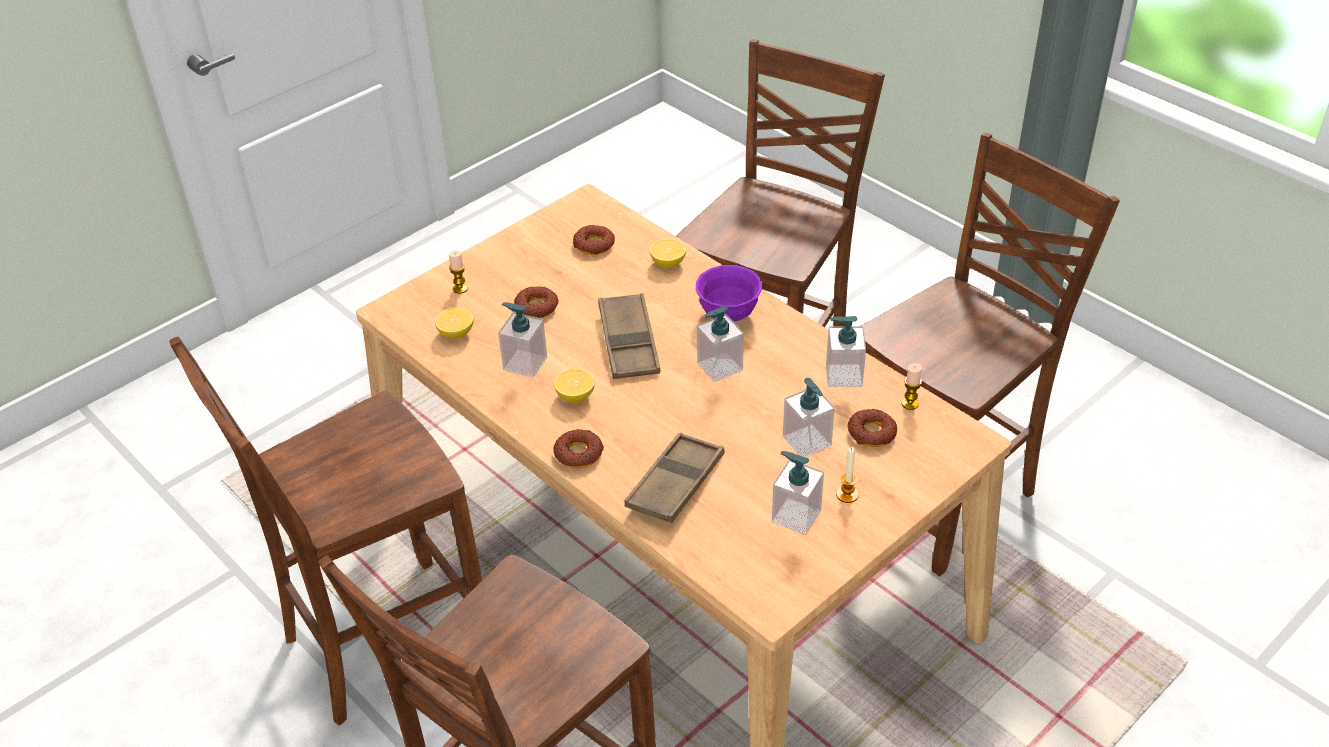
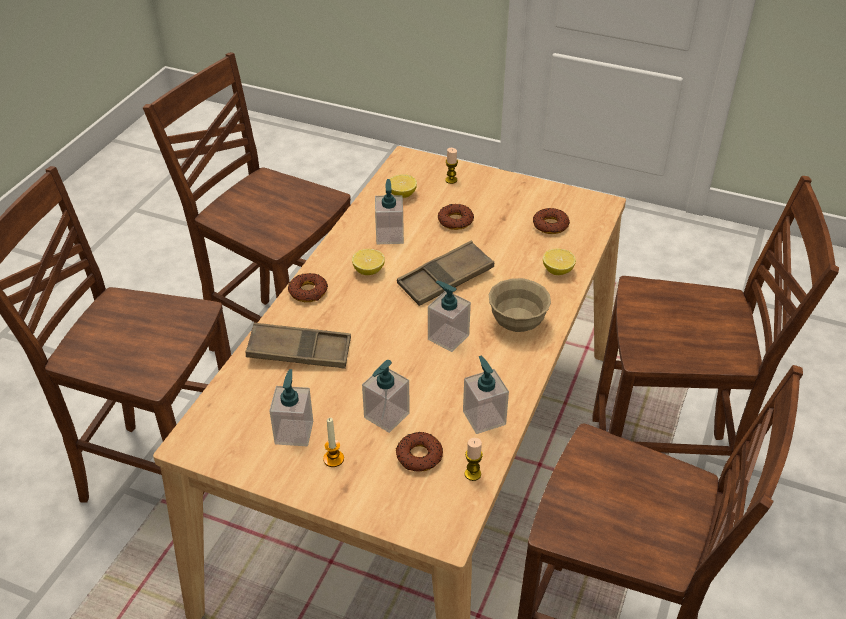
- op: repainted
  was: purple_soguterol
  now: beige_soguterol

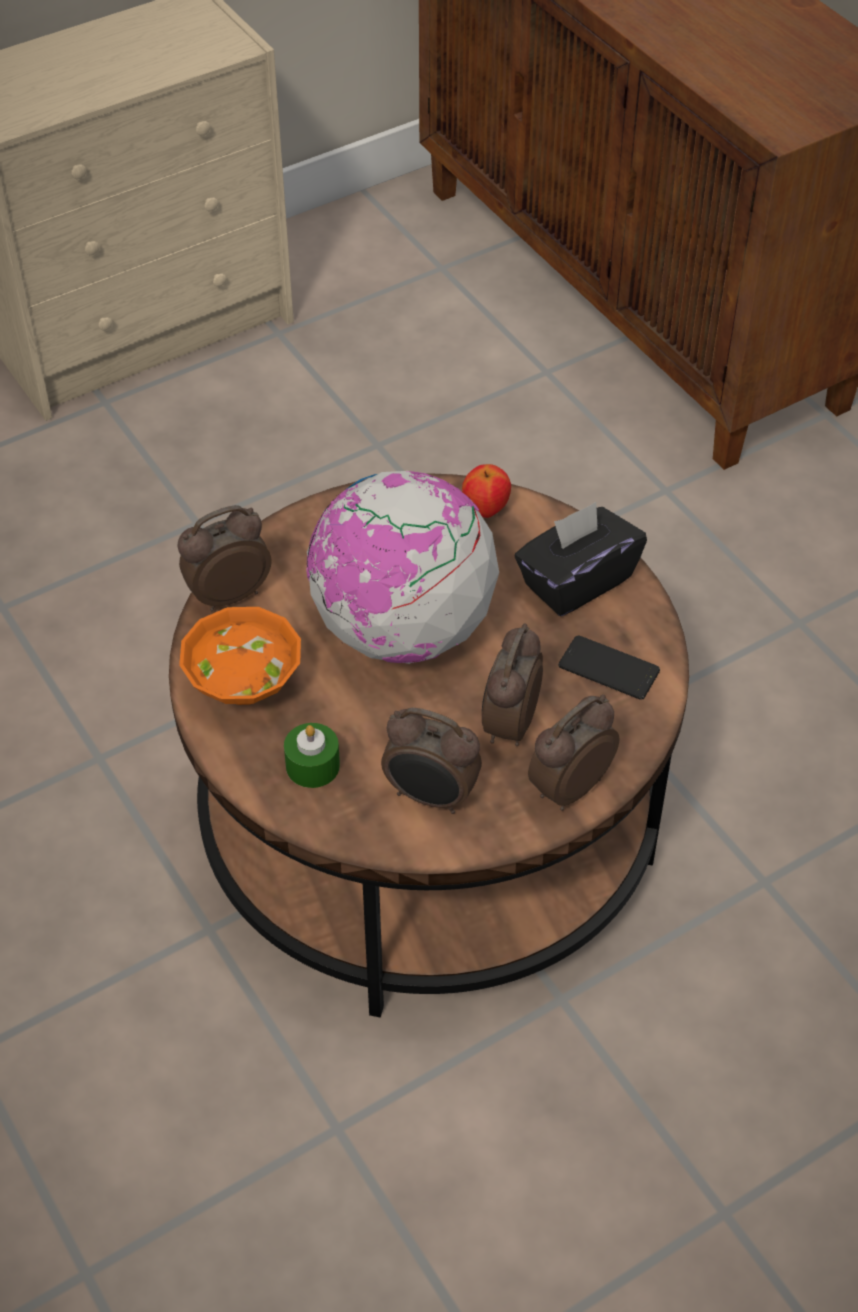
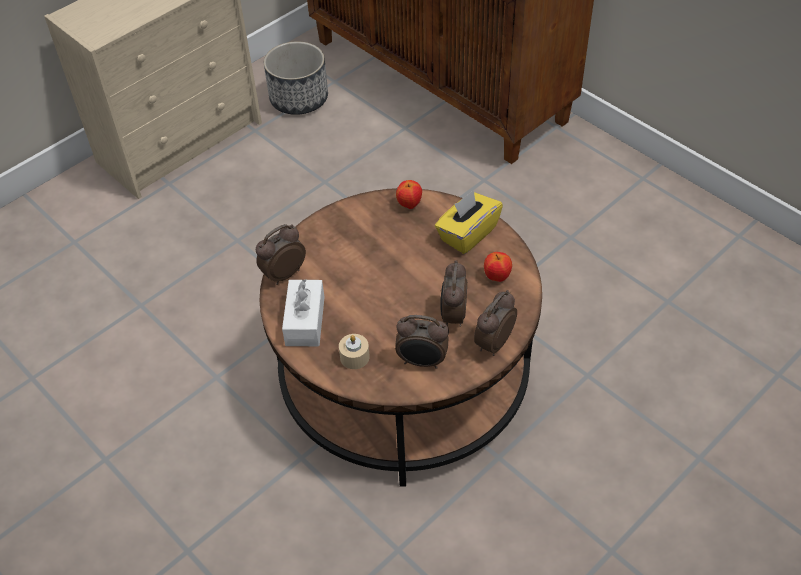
- op: gone
  was: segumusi
- op: new
  now: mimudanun
- op: swapped
  was: orange_soguterol
  now: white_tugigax
- op: swapped
  was: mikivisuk
  now: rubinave (no. 2 from left)
- op: repainted
  was: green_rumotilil
  now: beige_rumotilil
- op: repainted
  was: black_tugigax
  now: yellow_tugigax

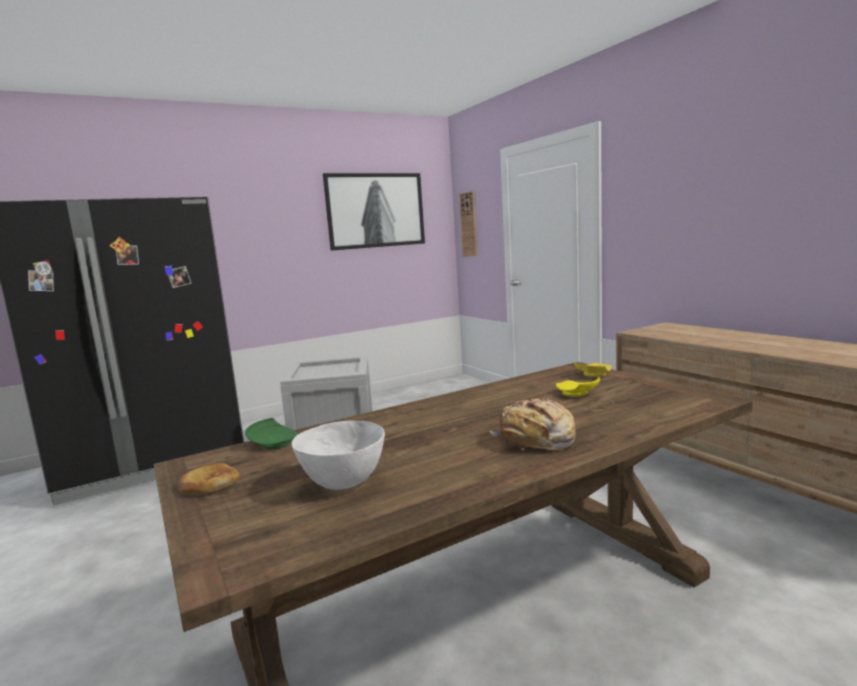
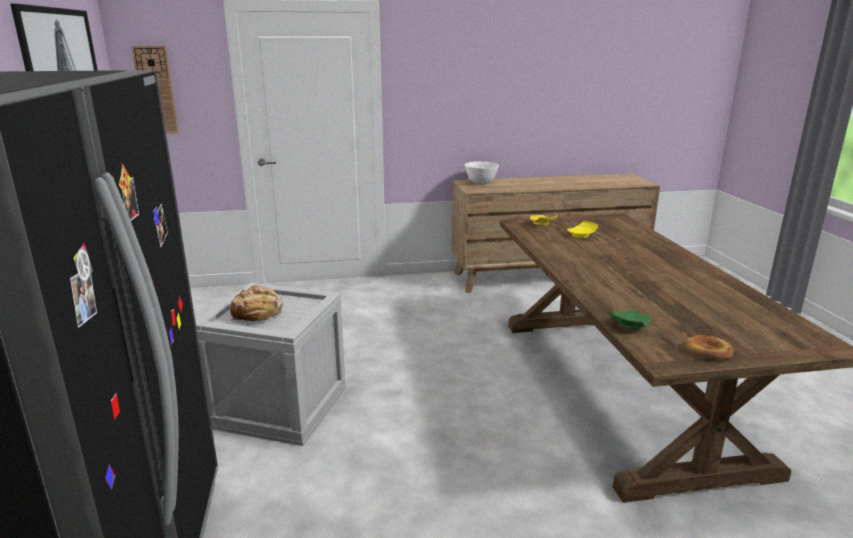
- op: shifted
  was: white_soguterol
- op: shifted
  was: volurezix (no. 2 from left in the first image)
  now: volurezix (no. 1 from left)

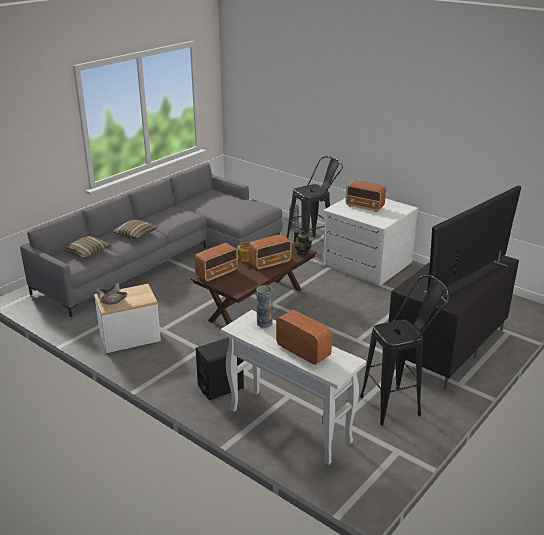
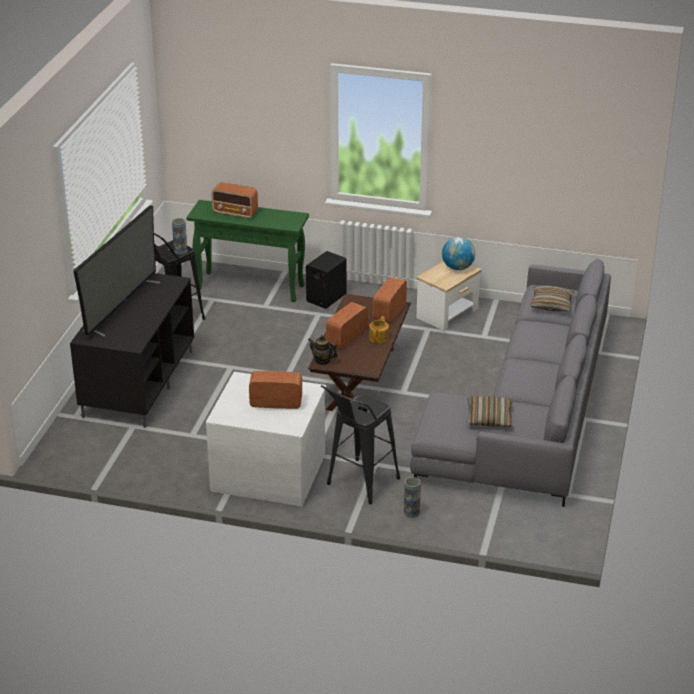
- op: shifted
  was: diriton (no. 2 from left in the first image)
  now: diriton (no. 1 from left)
- op: shifted
  was: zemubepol (no. 1 from left)
- op: swapped
  was: beige_soguterol
  now: segumusi
- op: repainted
  was: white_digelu
  now: green_digelu

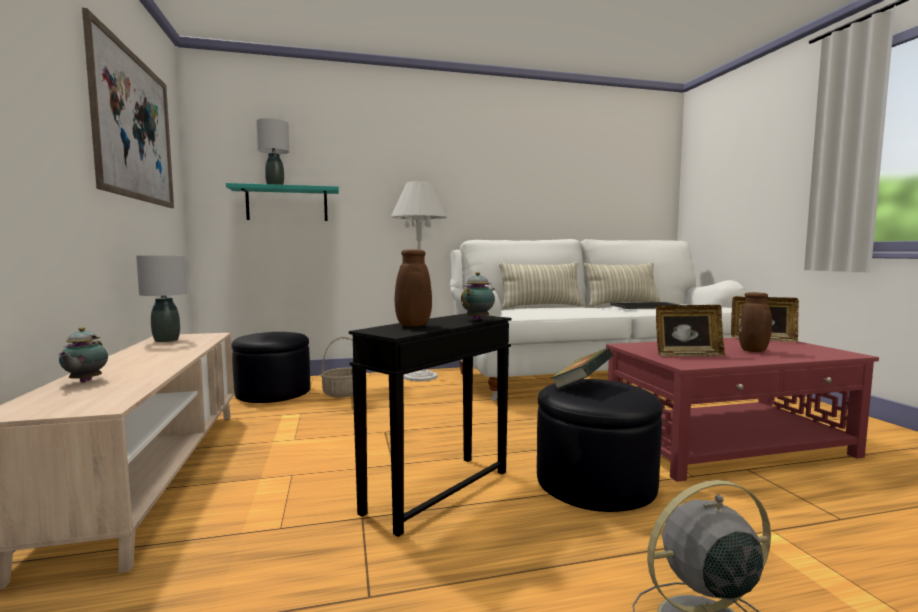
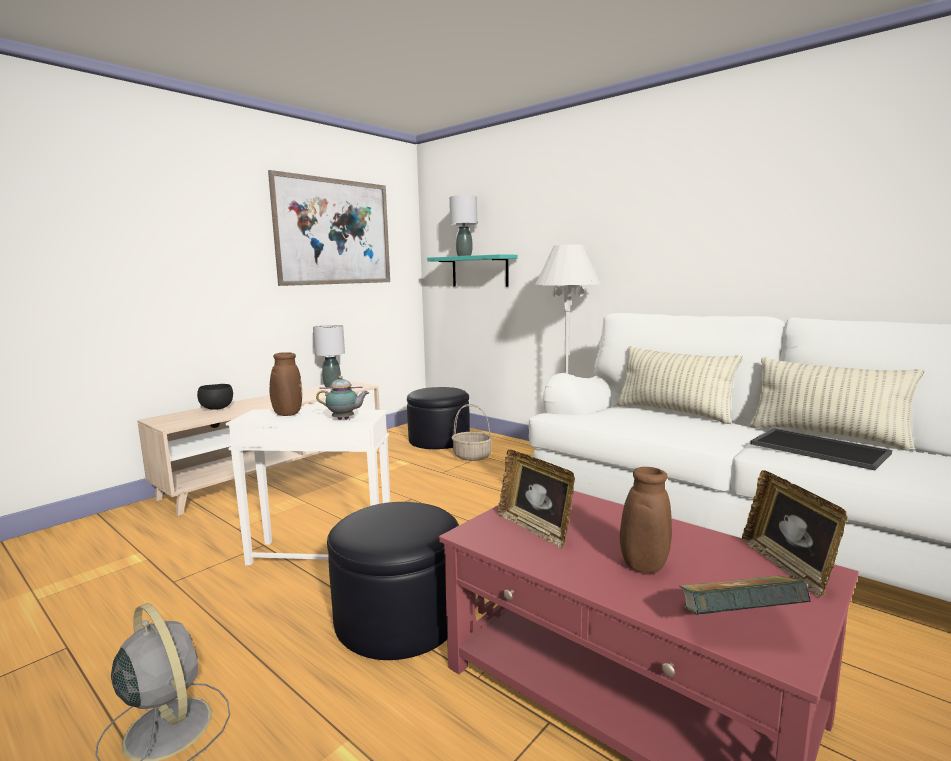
- op: shifted
  was: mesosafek
- op: swapped
  was: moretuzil (no. 1 from left)
  now: black_soguterol
- op: repainted
  was: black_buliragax
  now: white_buliragax

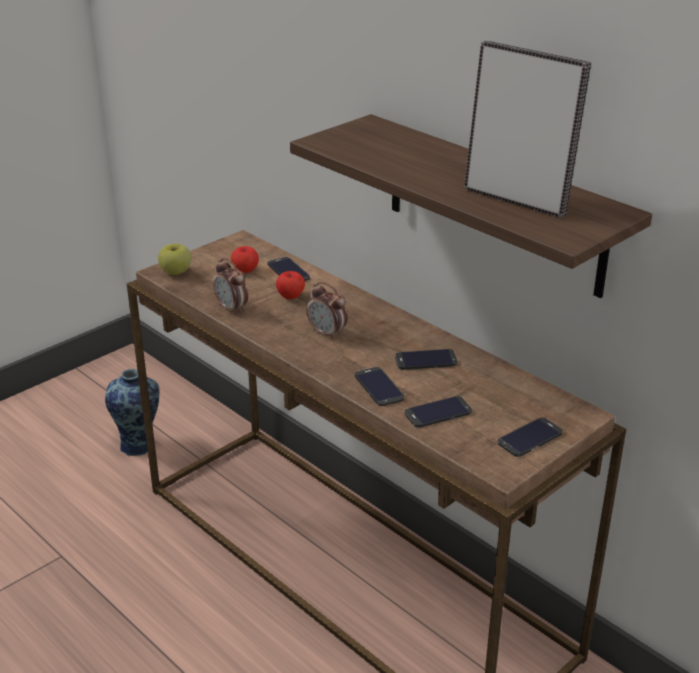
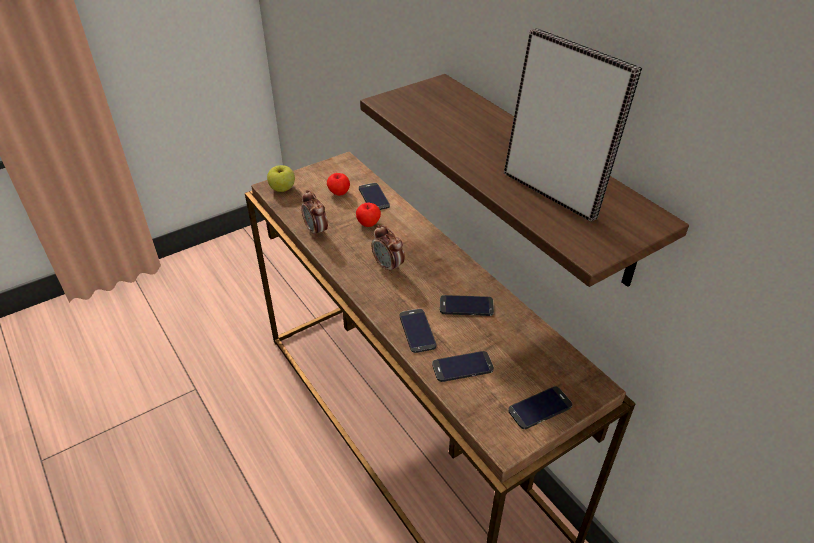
- op: gone
  was: zemubepol

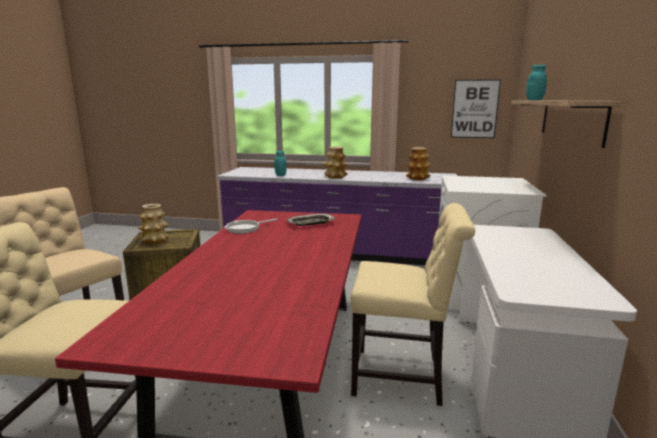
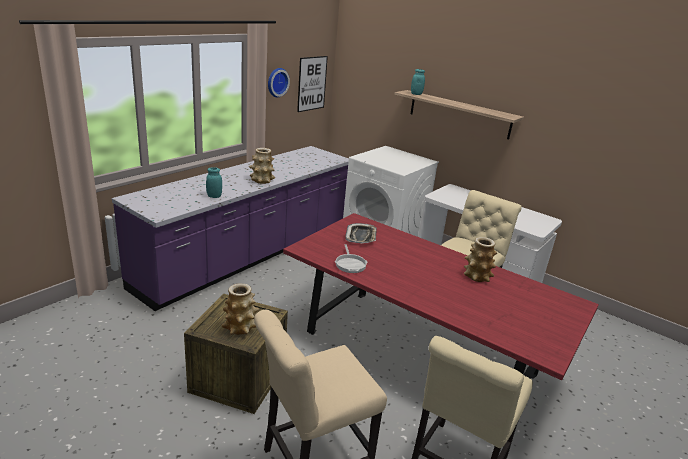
- op: new
  now: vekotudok
- op: shifted
  was: zemubepol (no. 3 from left)

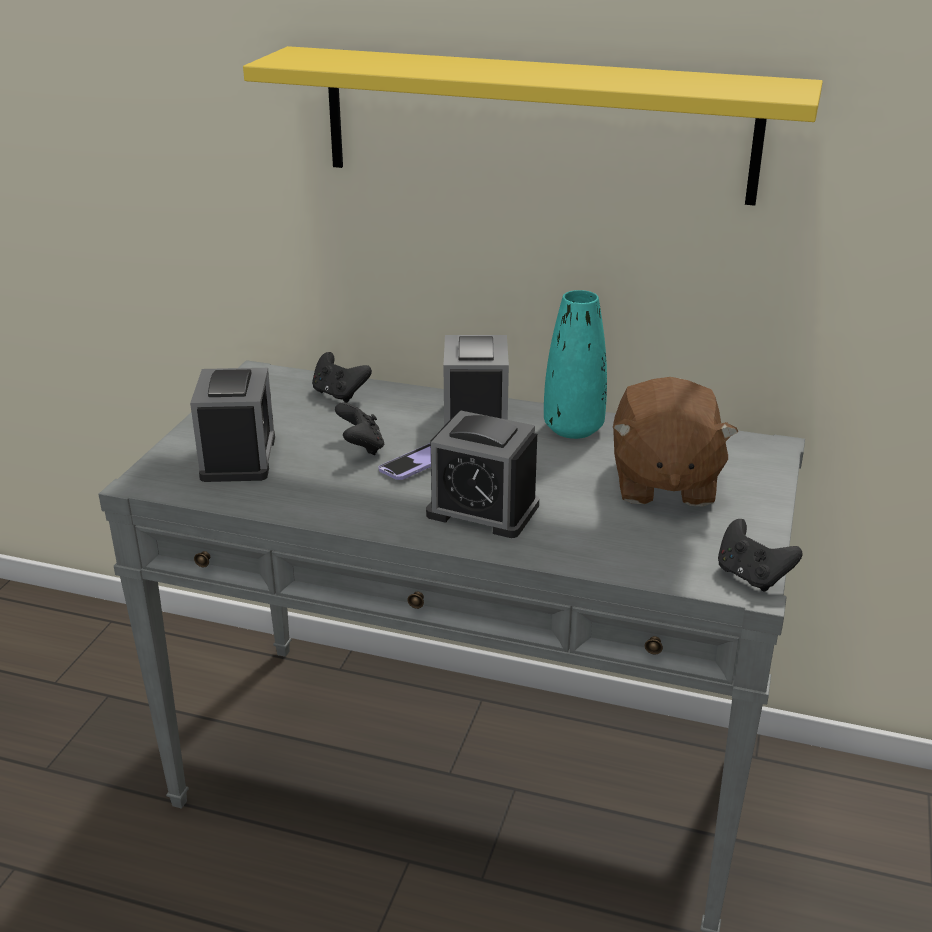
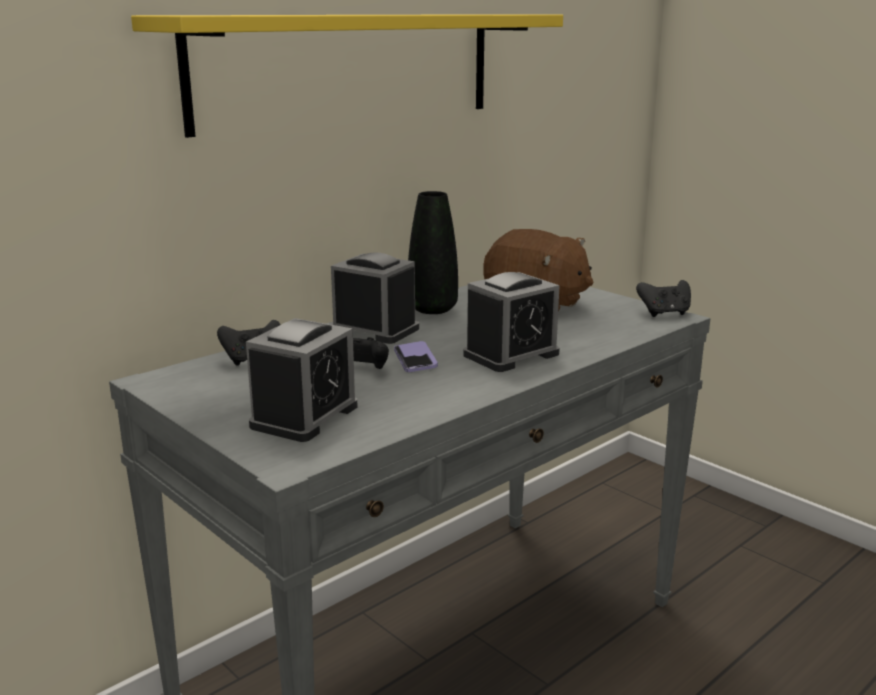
- op: repainted
  was: turquoise_zemubepol
  now: black_zemubepol
- op: rotated
  was: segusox (no. 1 from left)
  clockwise: 90

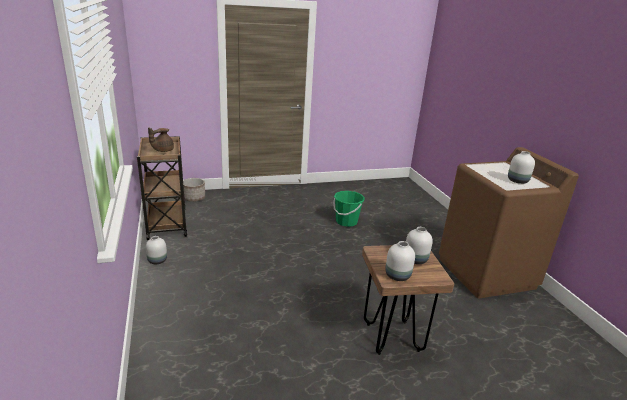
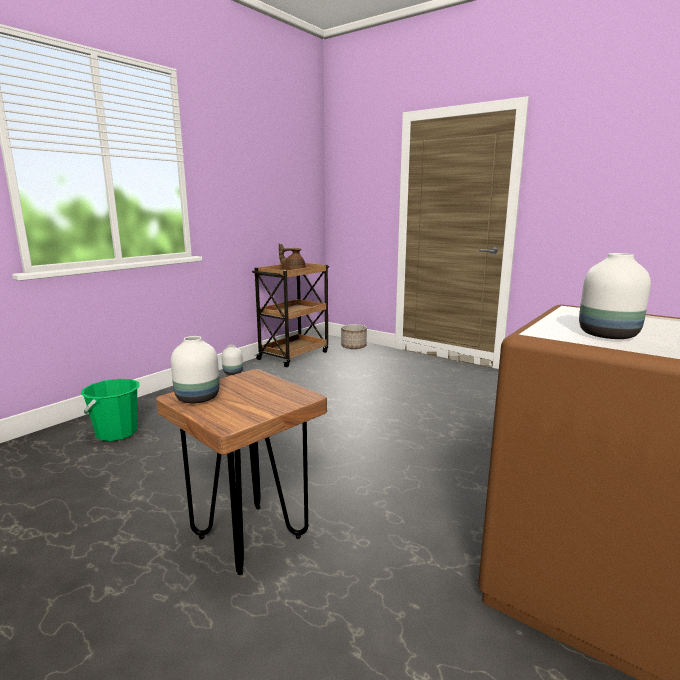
- op: gone
  was: white_zemubepol (no. 3 from left)
- op: shifted
  was: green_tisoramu

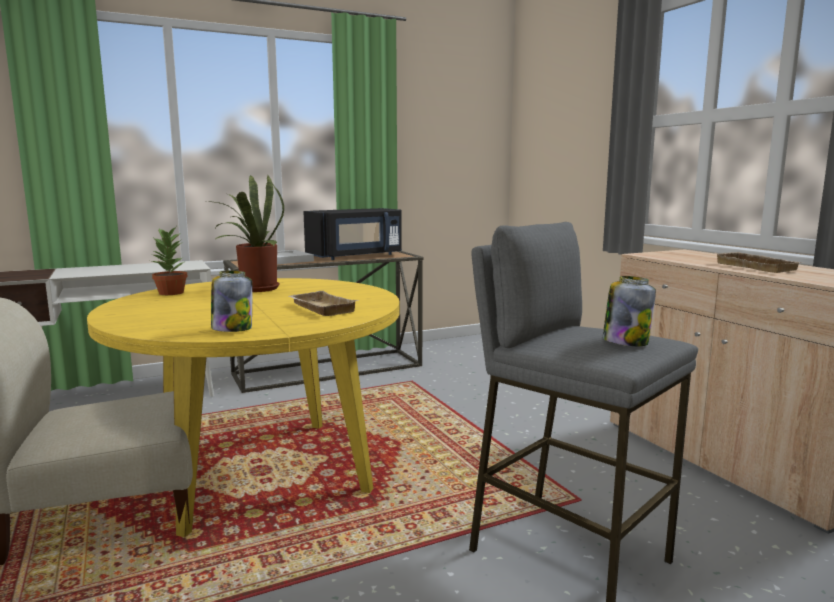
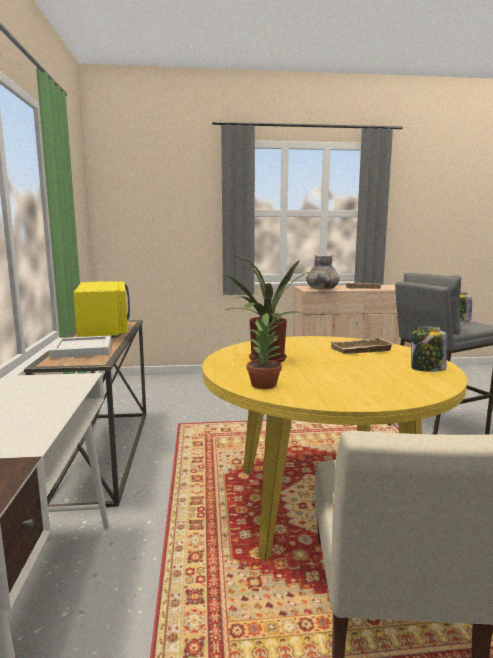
- op: new
  now: grey_zemubepol
- op: repainted
  was: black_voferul
  now: yellow_voferul

